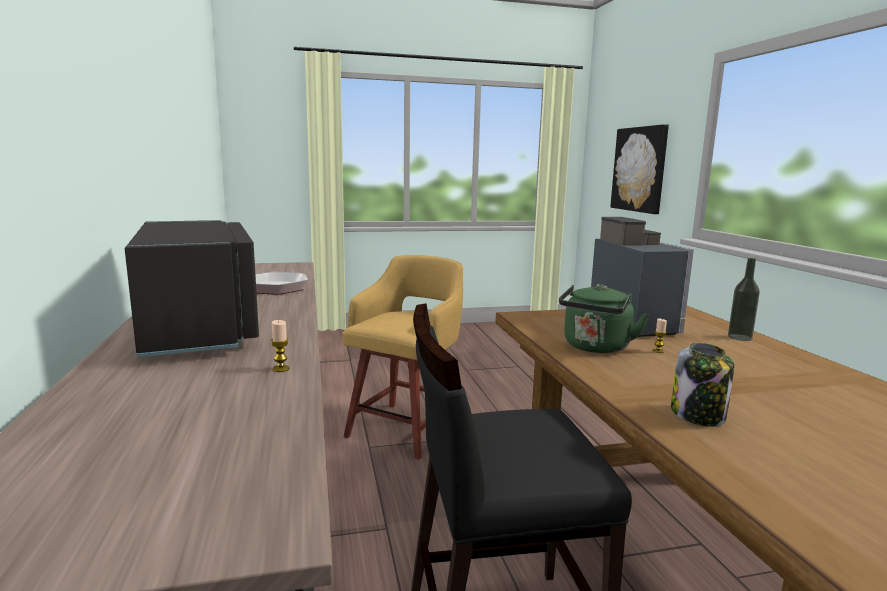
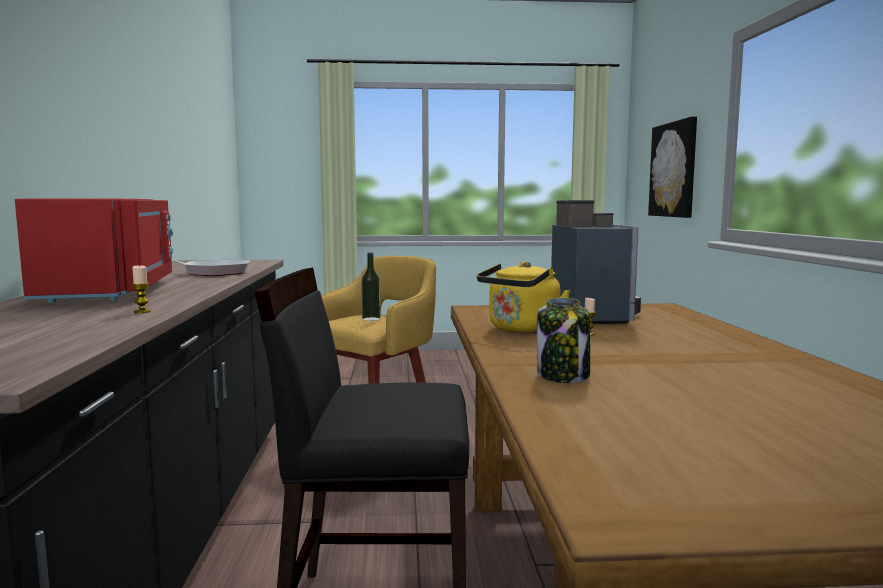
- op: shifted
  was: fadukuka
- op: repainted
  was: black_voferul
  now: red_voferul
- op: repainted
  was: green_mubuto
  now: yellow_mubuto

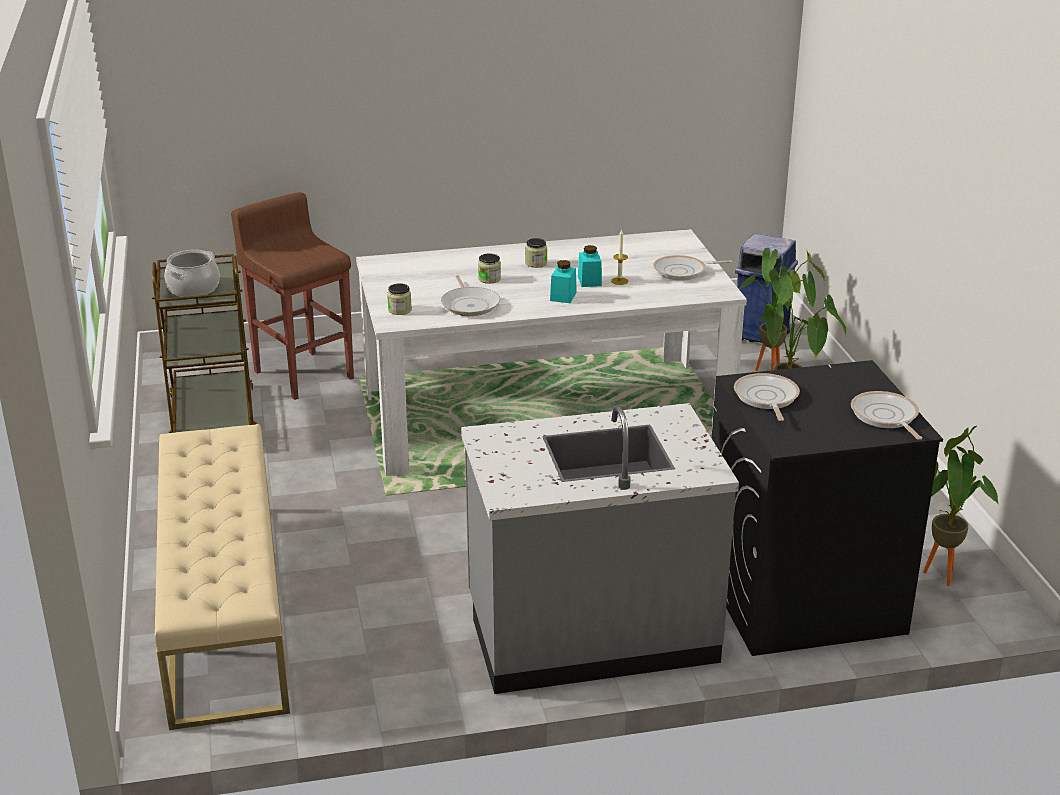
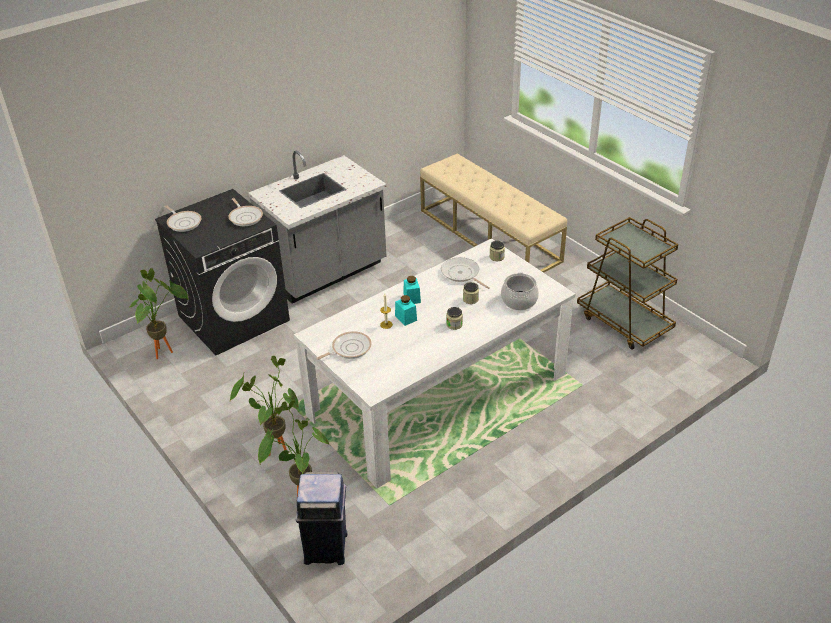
- op: gone
  was: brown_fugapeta
- op: shifted
  was: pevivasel

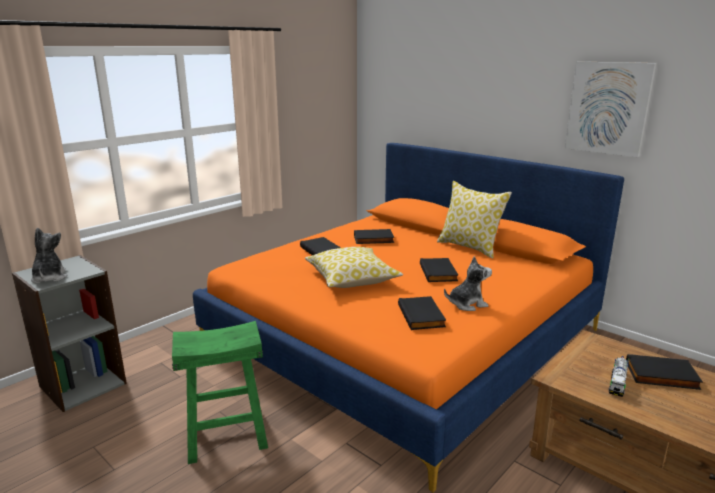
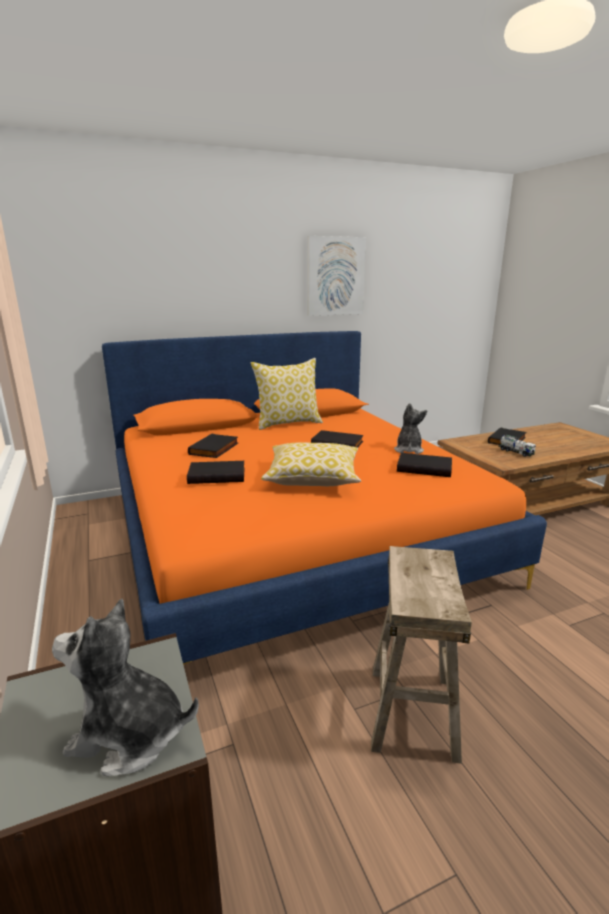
- op: repainted
  was: green_fugapeta
  now: beige_fugapeta

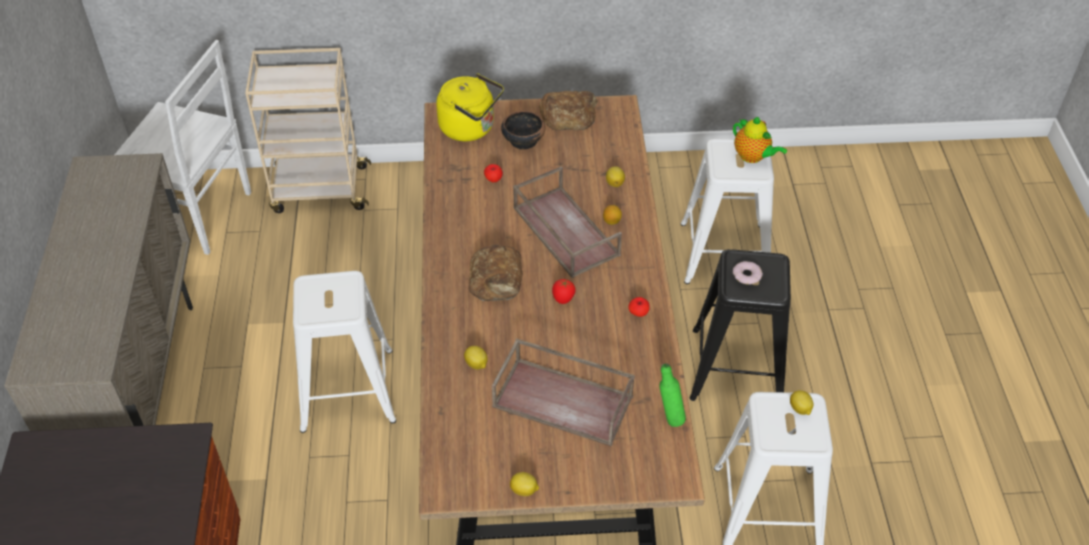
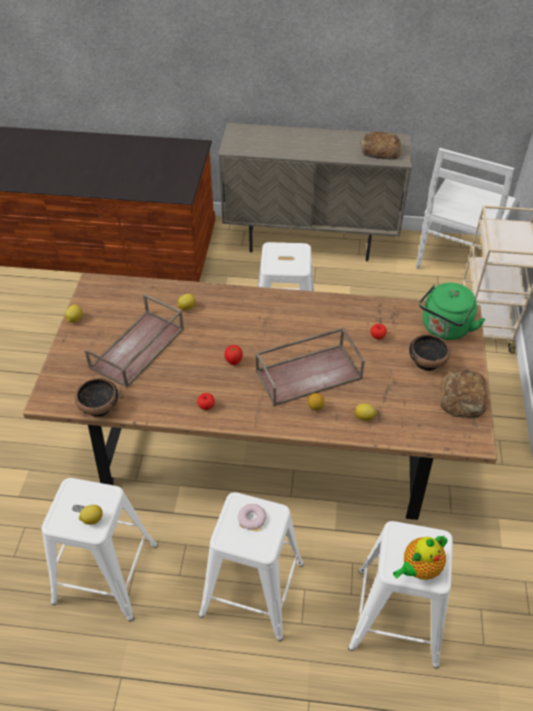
- op: shifted
  was: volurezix (no. 1 from left)
- op: swapped
  was: green_fadukuka
  now: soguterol (no. 1 from left)
- op: repainted
  was: yellow_mubuto
  now: green_mubuto
- op: repainted
  was: black_fugapeta
  now: white_fugapeta (no. 2 from left)

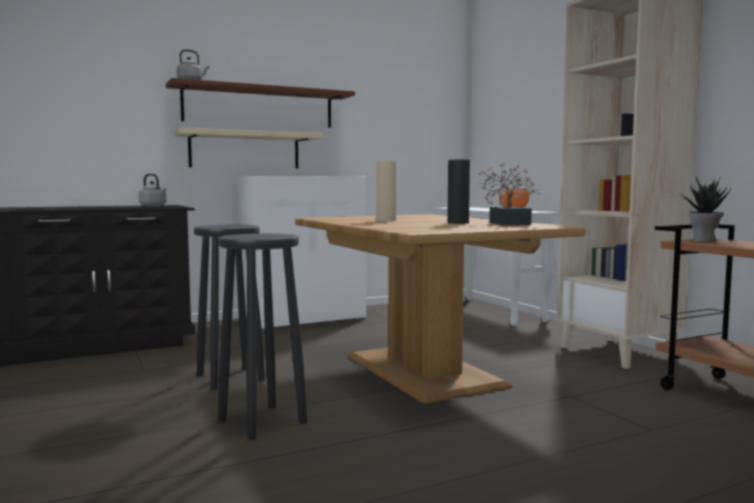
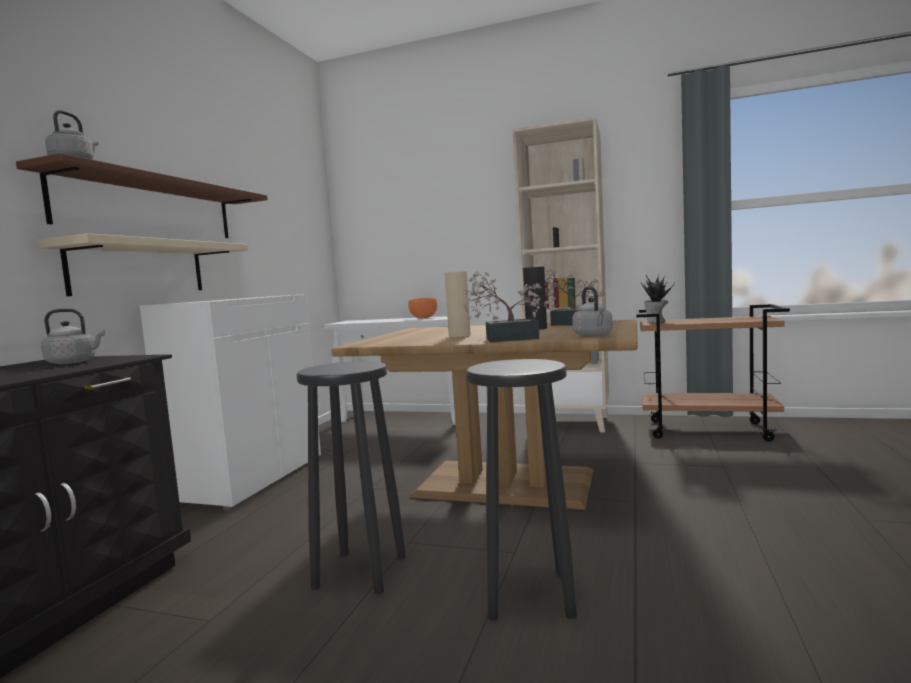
- op: new
  now: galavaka (no. 1 from left)
- op: new
  now: grey_mubuto (no. 3 from left)

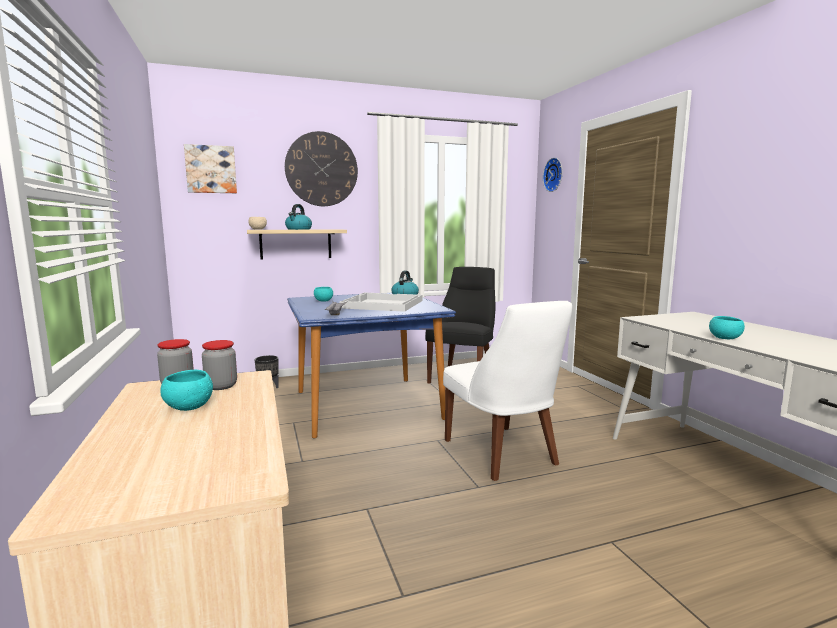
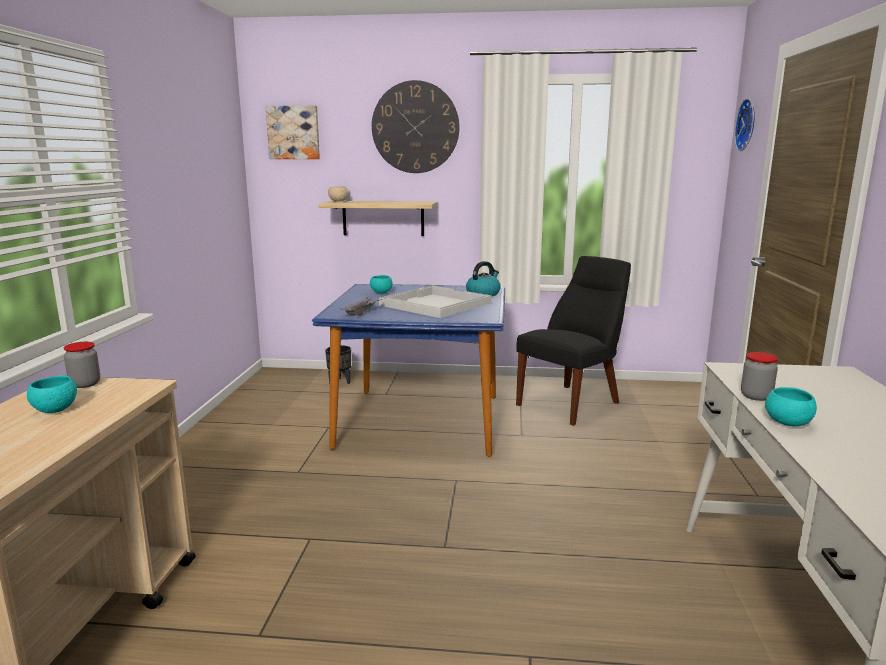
- op: gone
  was: mubuto (no. 1 from left)
- op: gone
  was: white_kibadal
- op: shifted
  was: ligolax (no. 2 from left)

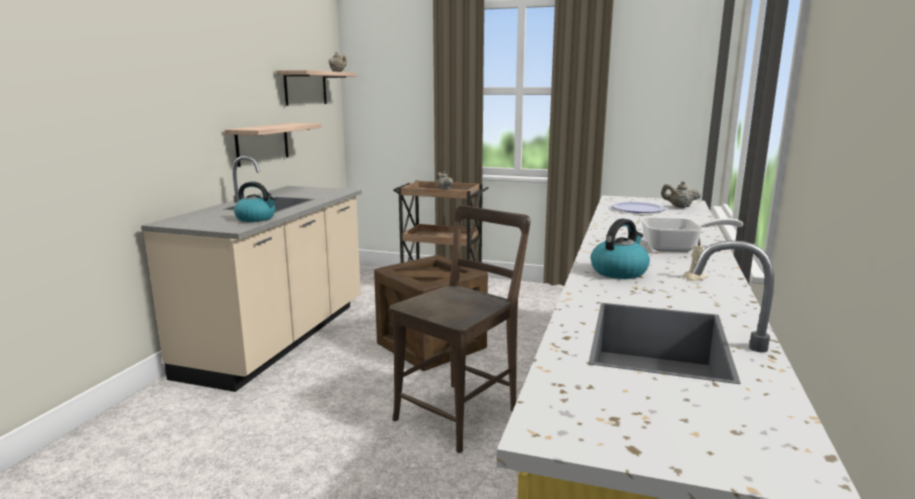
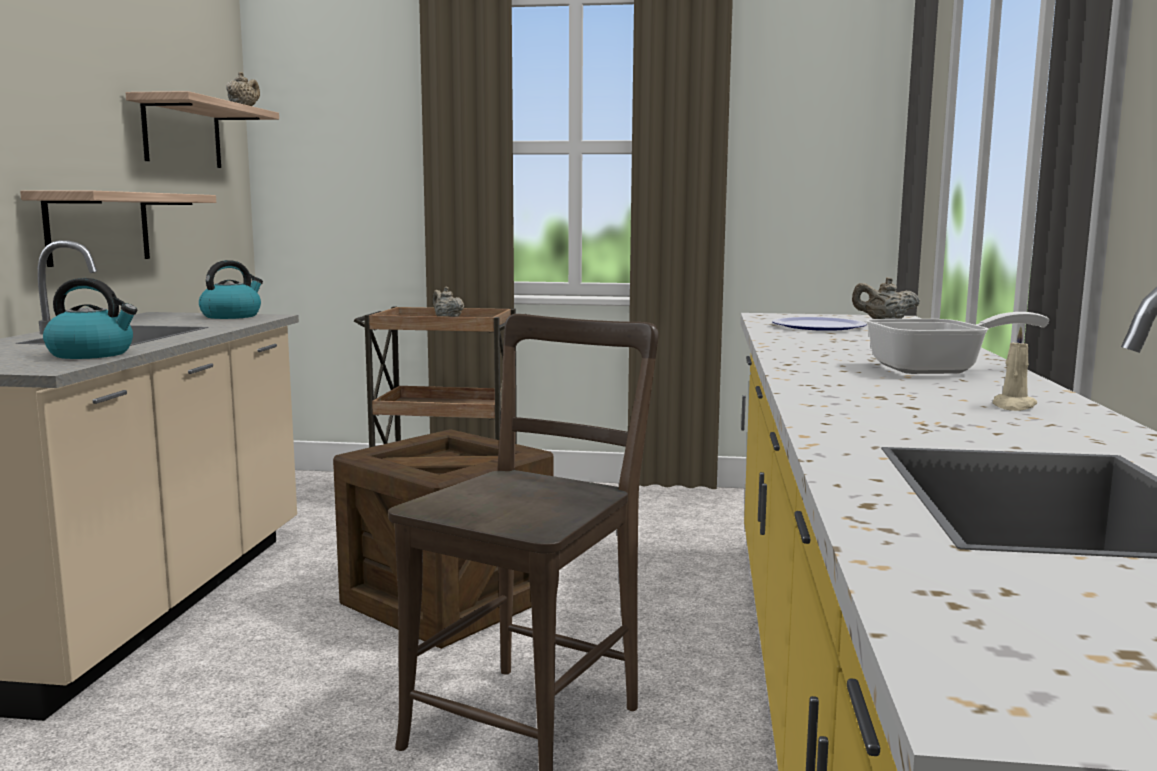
- op: shifted
  was: mubuto (no. 2 from left)

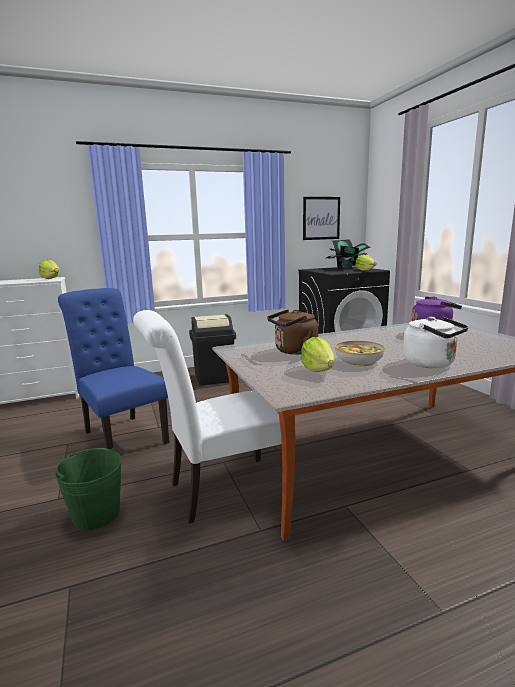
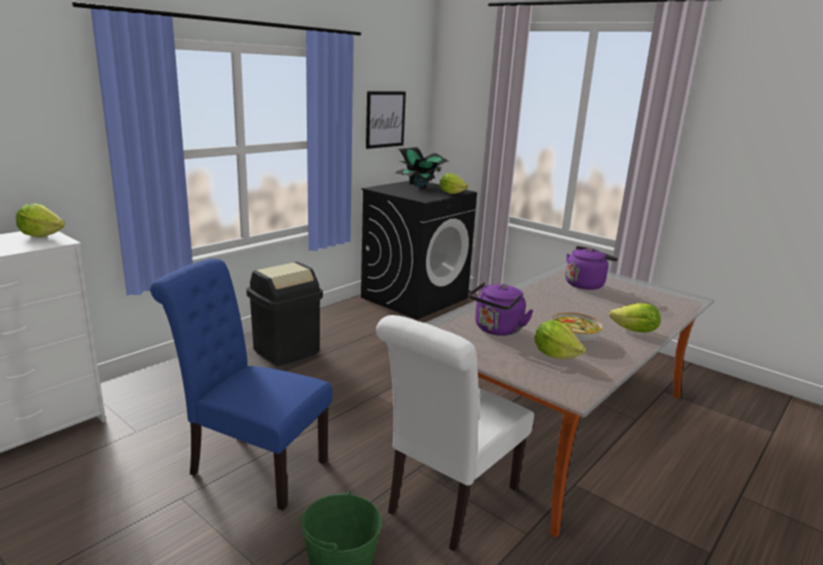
- op: swapped
  was: white_mubuto
  now: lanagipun (no. 4 from left)
- op: repainted
  was: brown_mubuto
  now: purple_mubuto (no. 1 from left)

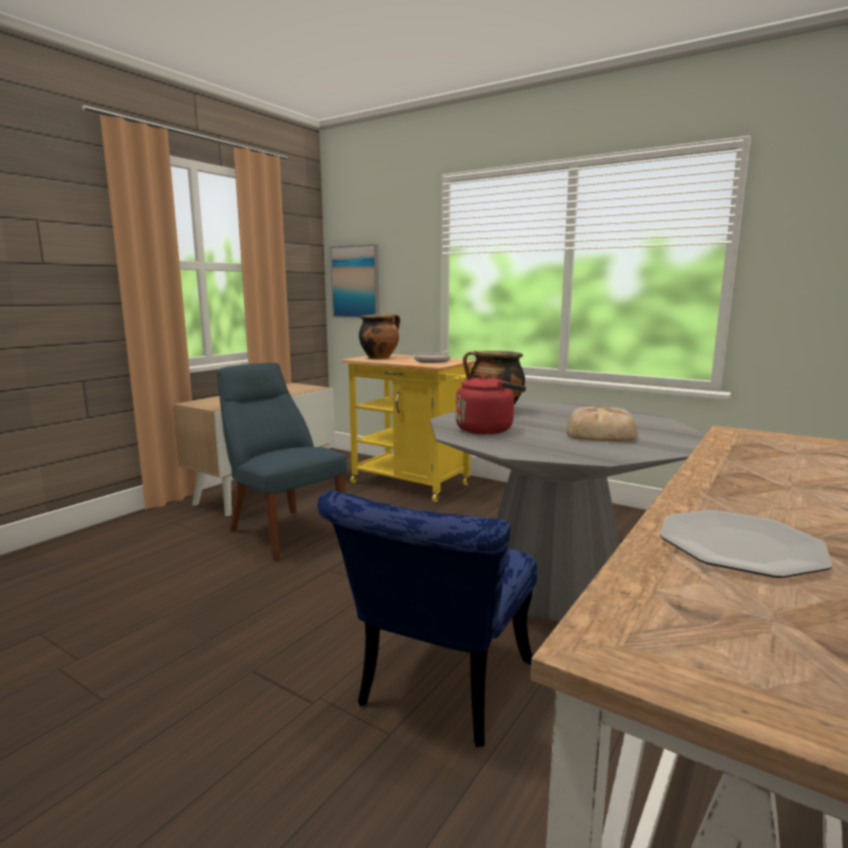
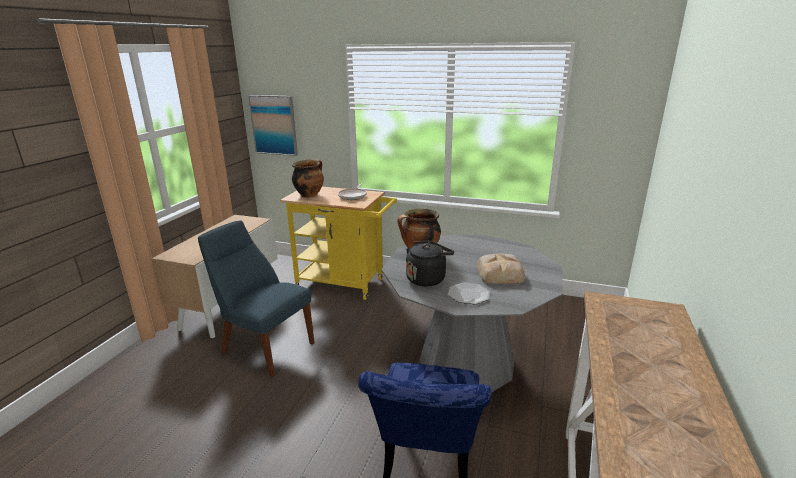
- op: shifted
  was: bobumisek
- op: repainted
  was: red_mubuto
  now: black_mubuto

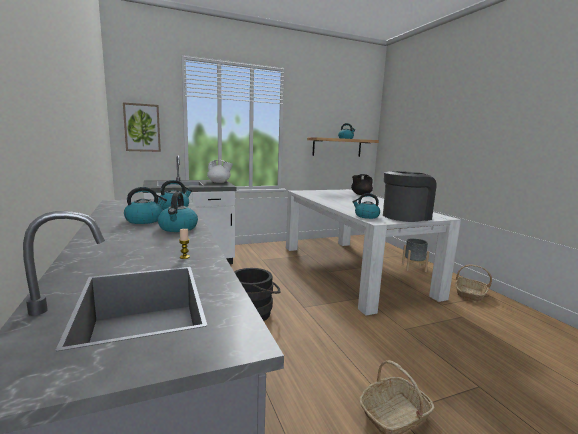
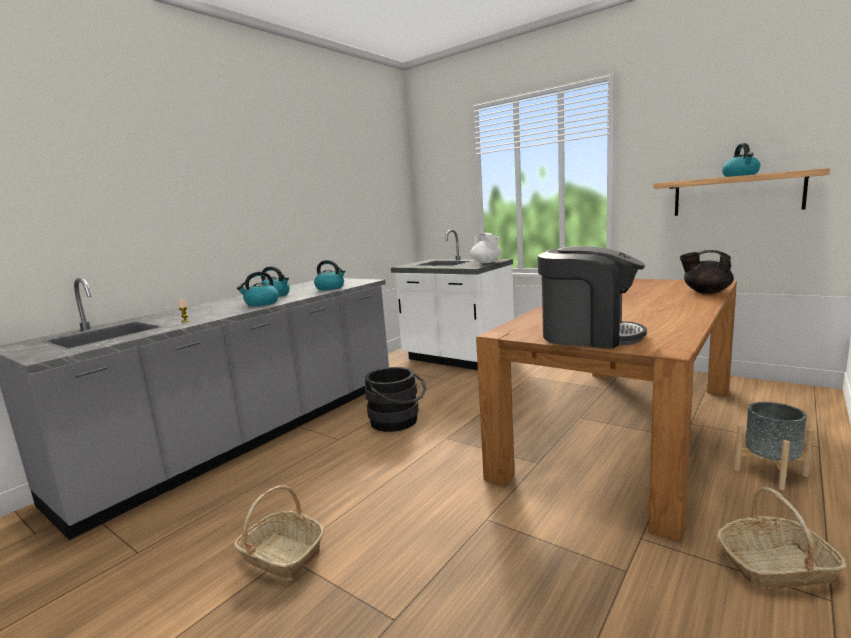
- op: gone
  was: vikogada
- op: gone
  was: mubuto (no. 5 from left)
- op: repainted
  was: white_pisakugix
  now: brown_pisakugix

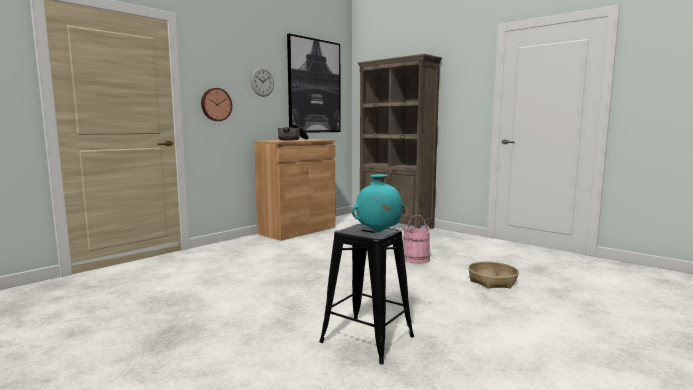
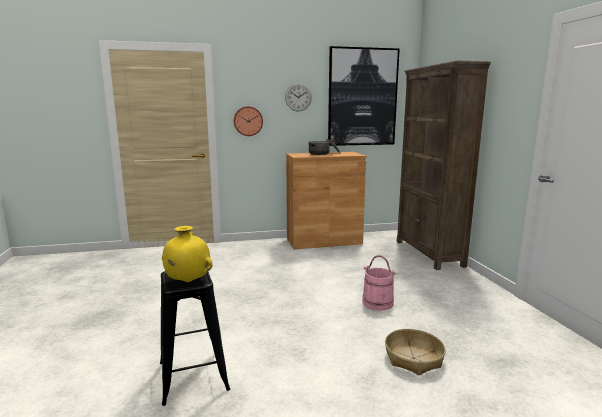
- op: repainted
  was: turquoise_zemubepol
  now: yellow_zemubepol

